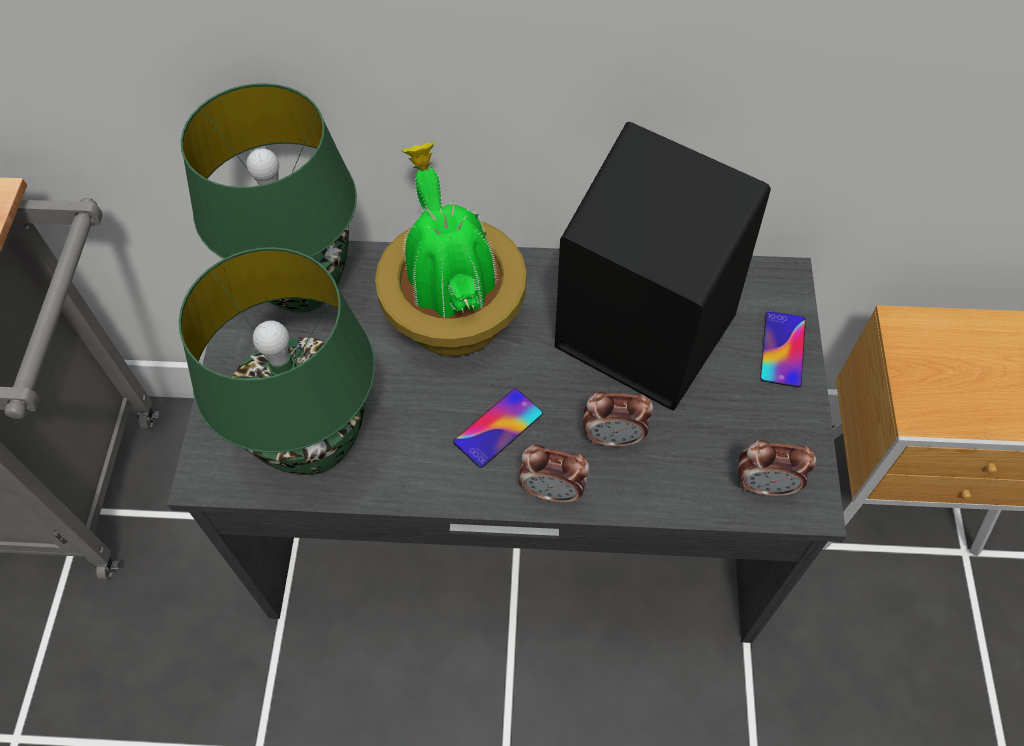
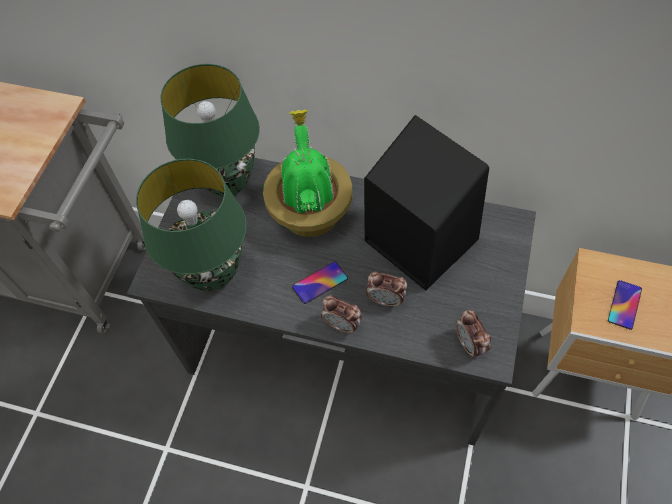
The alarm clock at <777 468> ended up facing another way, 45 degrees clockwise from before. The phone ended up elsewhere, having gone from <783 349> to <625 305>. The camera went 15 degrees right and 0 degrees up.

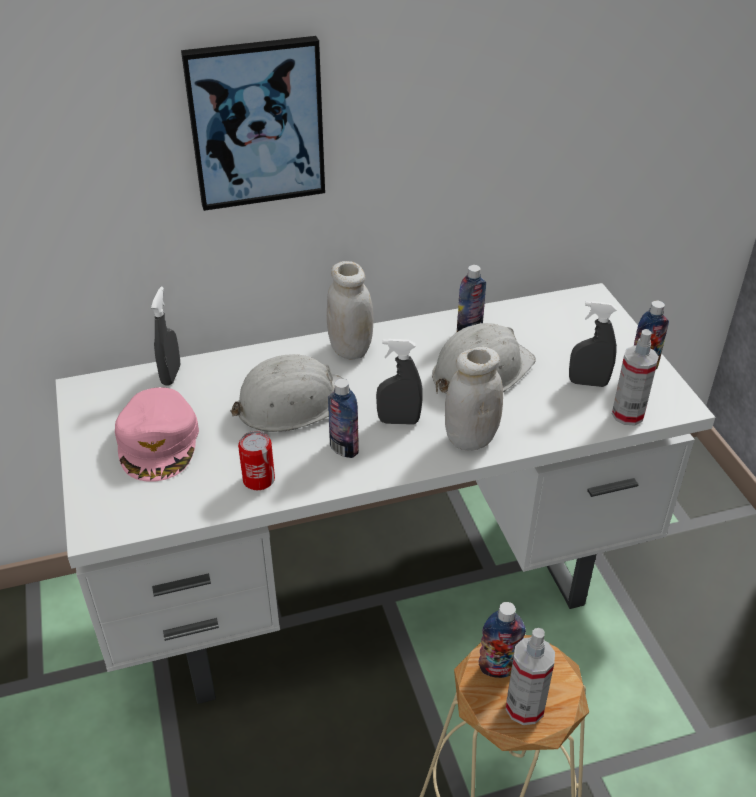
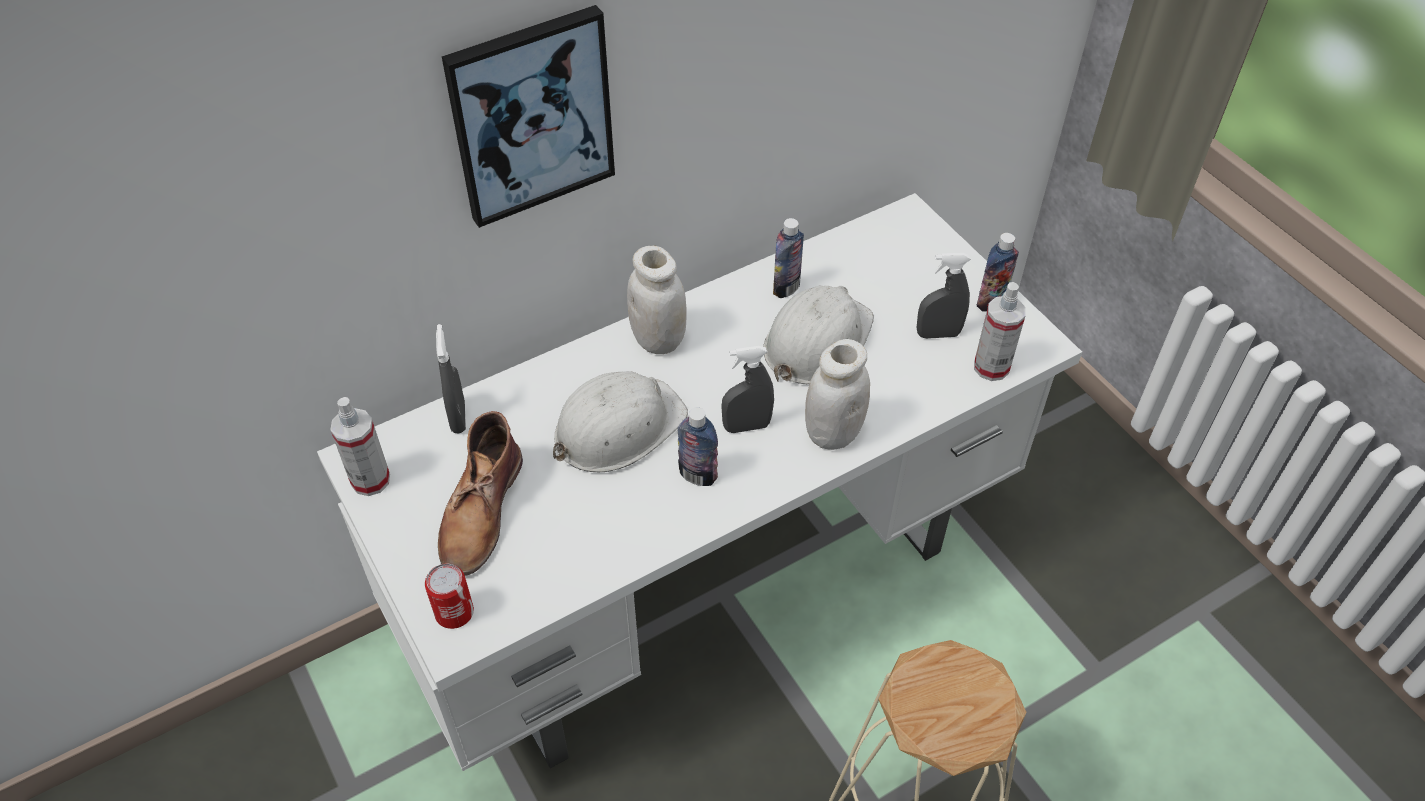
Where the pink cap stood at <157 434>, the brown boot came to stand at <480 493>. The can ended up elsewhere, having gone from <256 460> to <449 596>. The second view lost the bottle at <502 640>. The spray bottle ended up elsewhere, having gone from <530 676> to <360 446>. The camera went 15 degrees left and 10 degrees up.

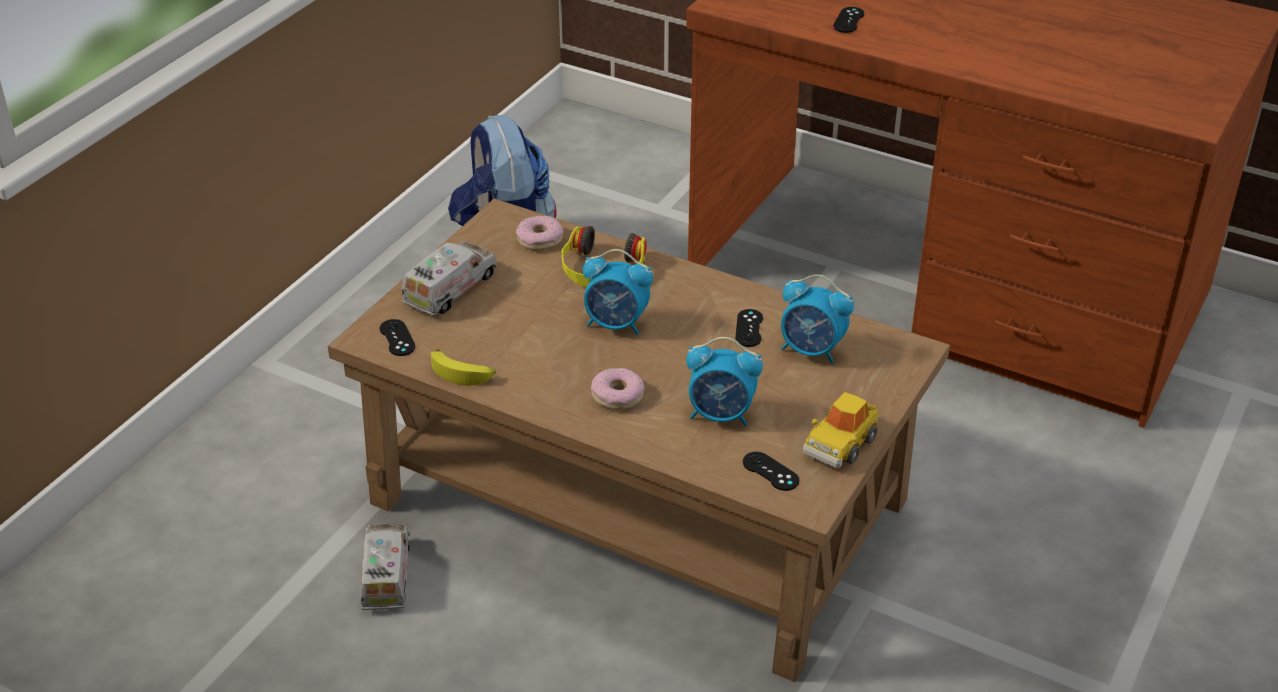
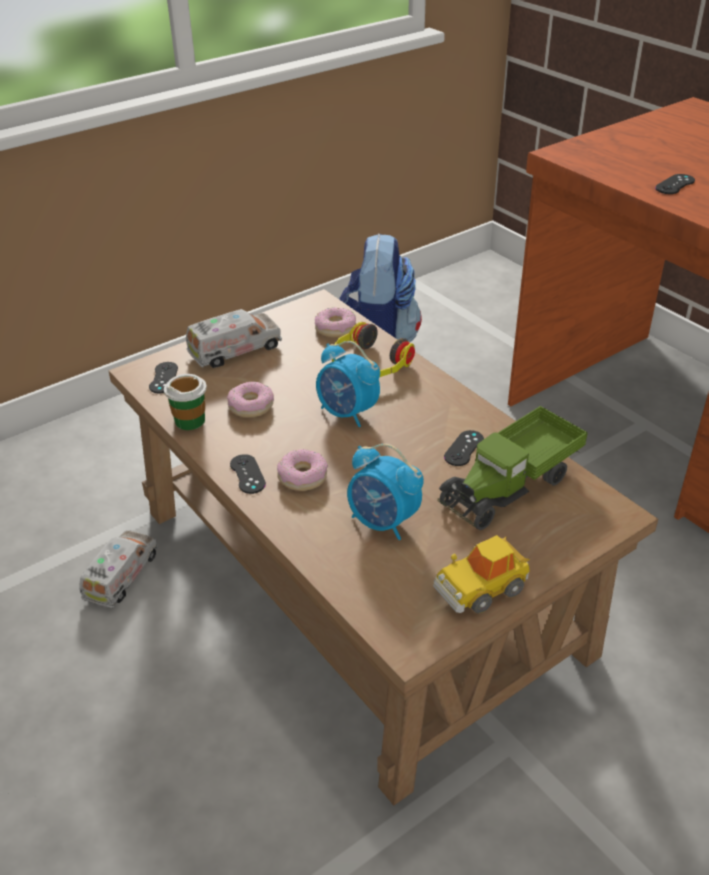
Where the banana stood at <463 367>, the cup came to stand at <185 402>. The black game controller ended up elsewhere, having gone from <771 471> to <248 474>. Where the alarm clock stood at <817 319>, the toy truck came to stand at <513 468>. The second view gained the donut at <250 399>. The camera went 25 degrees right and 0 degrees up.

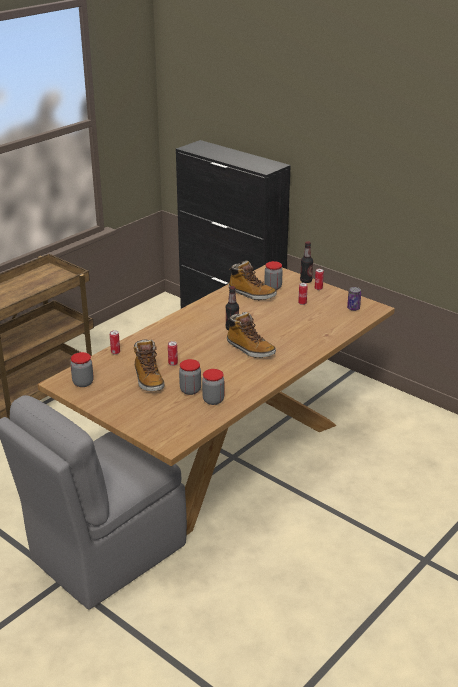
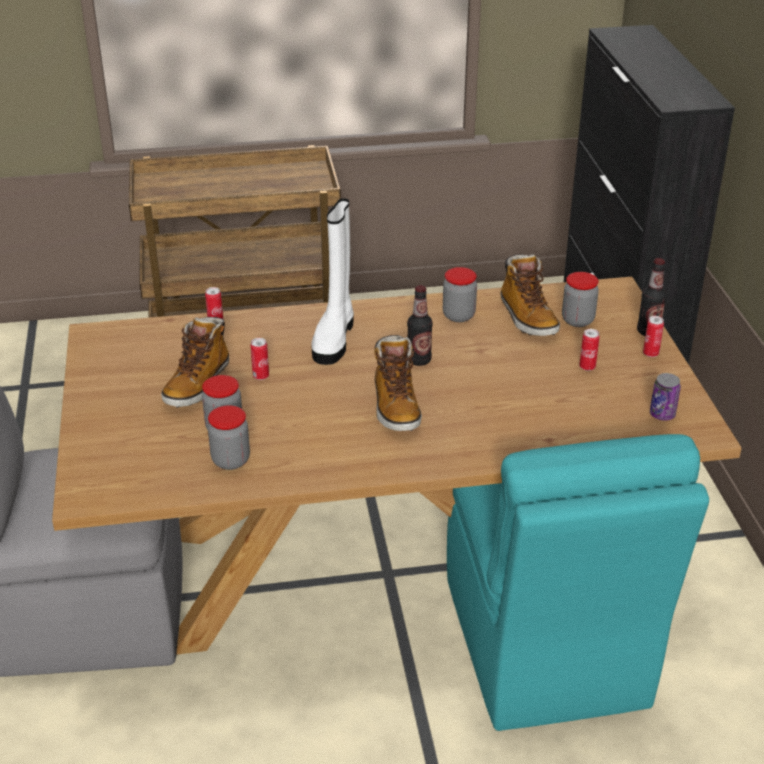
The jar ended up elsewhere, having gone from <82 369> to <460 294>. The second view gained the white boot at <332 281>. The second view gained the turquoise chair at <578 582>. The camera went 40 degrees right and 5 degrees up.

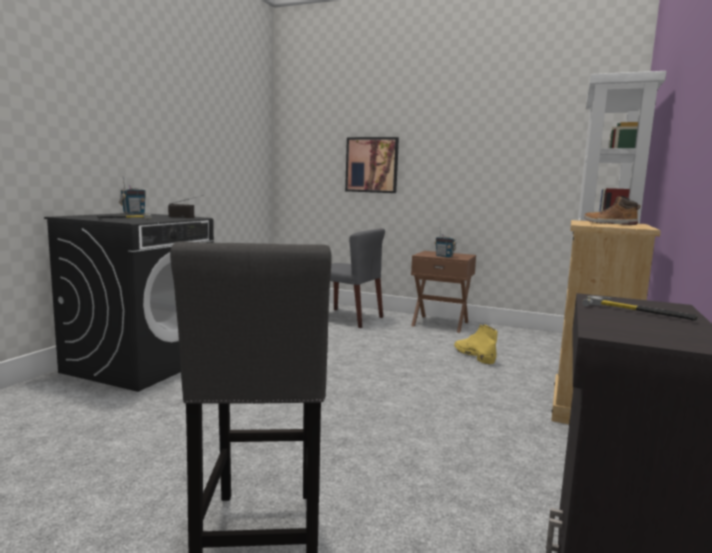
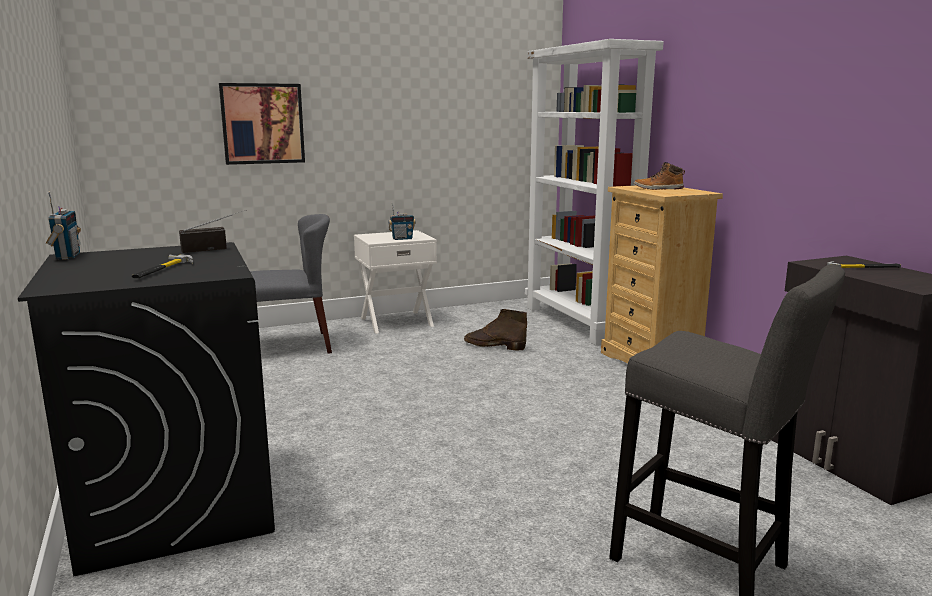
What was the brown nightstand at <443 292> turned into the white nightstand at <395 282>. What was the yellow boot at <476 344> turned into the brown boot at <495 329>. The camera went 45 degrees left and 5 degrees up.

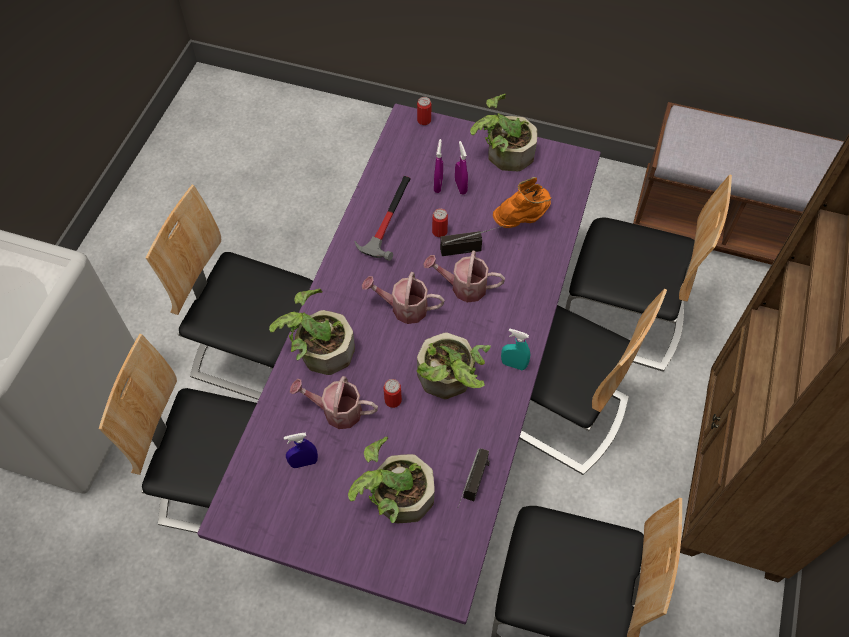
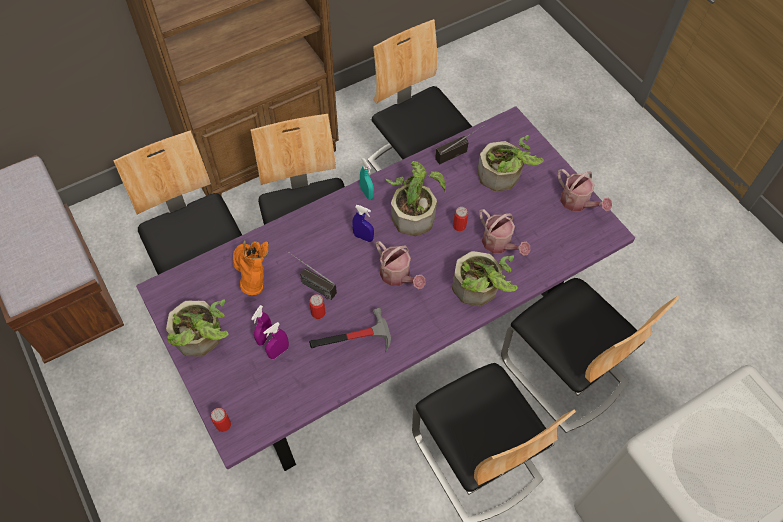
The blue spray bottle ended up elsewhere, having gone from <301 450> to <363 223>. The watering can ended up elsewhere, having gone from <464 276> to <584 190>. The orange boot at <522 202> ended up facing another way, 75 degrees clockwise from before. The camera went 140 degrees left and 0 degrees up.

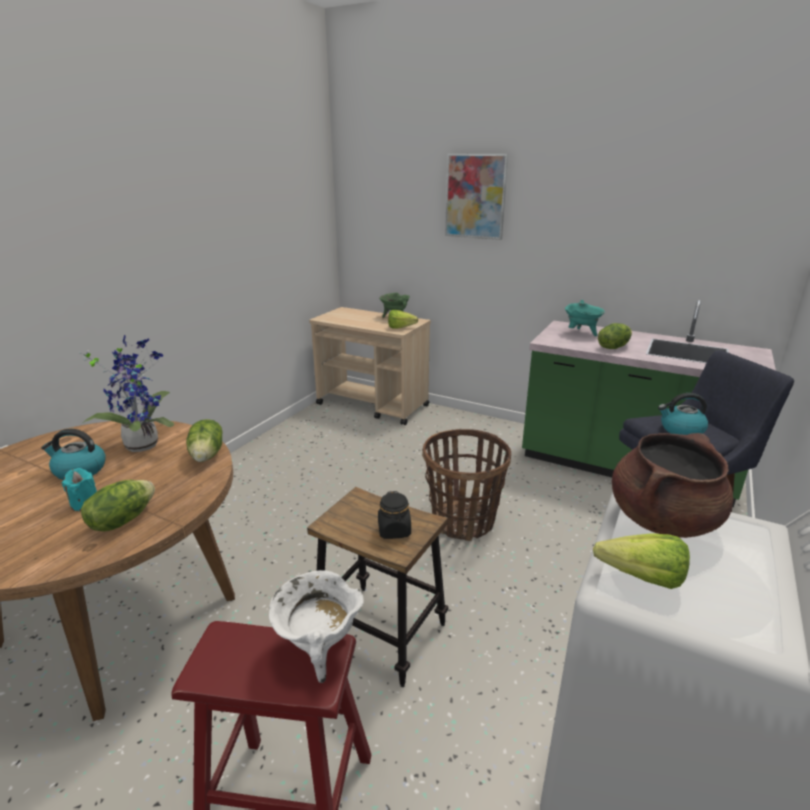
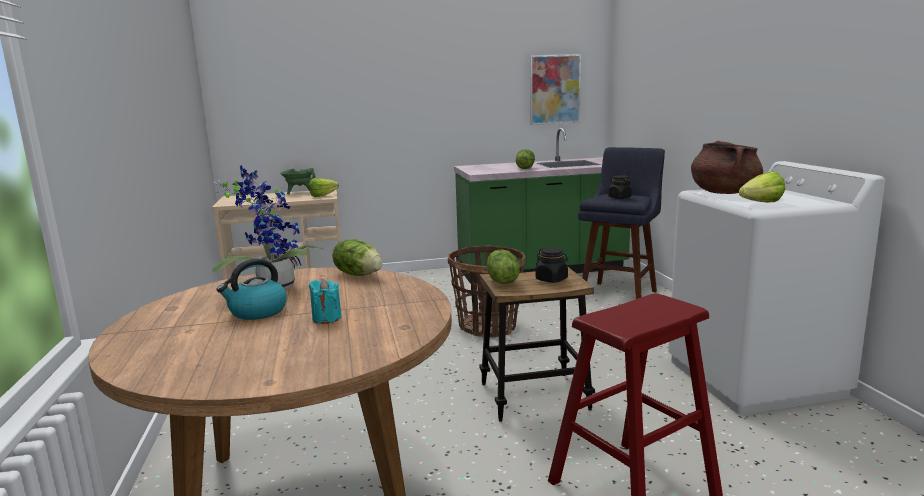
The lettuce ended up elsewhere, having gone from <118 506> to <503 266>. The second view lost the white cooking pot at <316 626>. The picture ended up elsewhere, having gone from <476 197> to <555 89>. The second view lost the turquoise cooking pot at <585 318>. Where the kettle stood at <683 414>, the black jar came to stand at <620 187>. The camera went 40 degrees left and 10 degrees down.

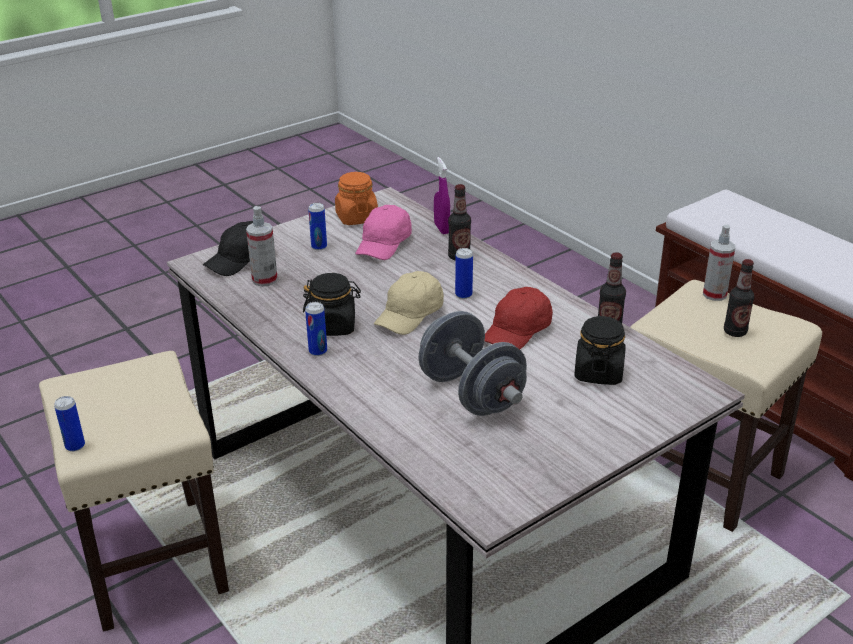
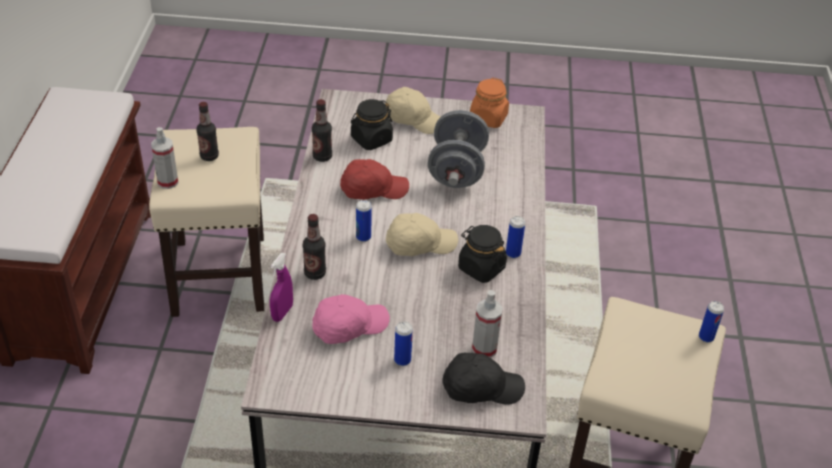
The orange jar ended up elsewhere, having gone from <356 198> to <489 102>. The second view gained the beige cap at <412 110>. The camera went 140 degrees left and 10 degrees up.

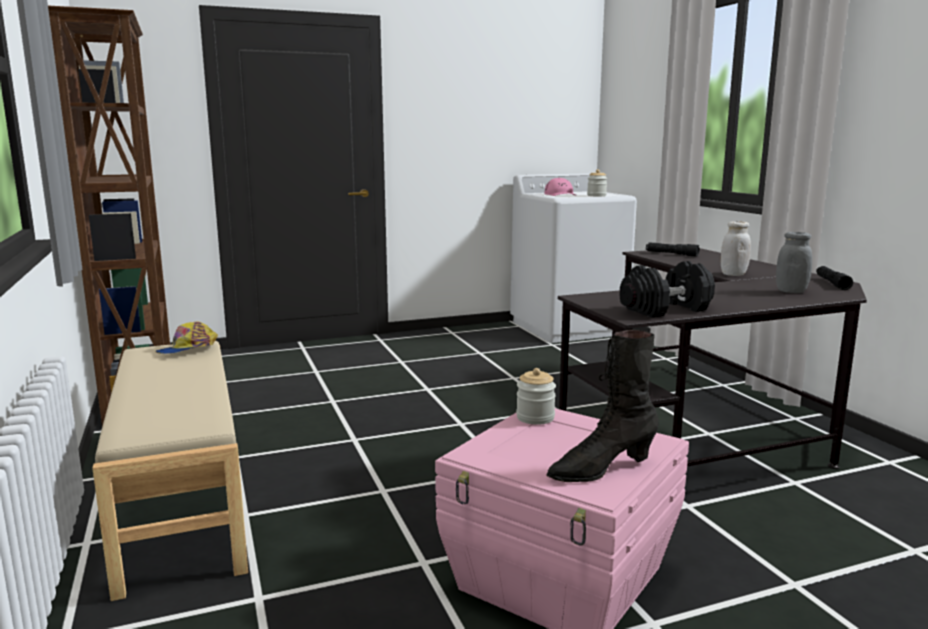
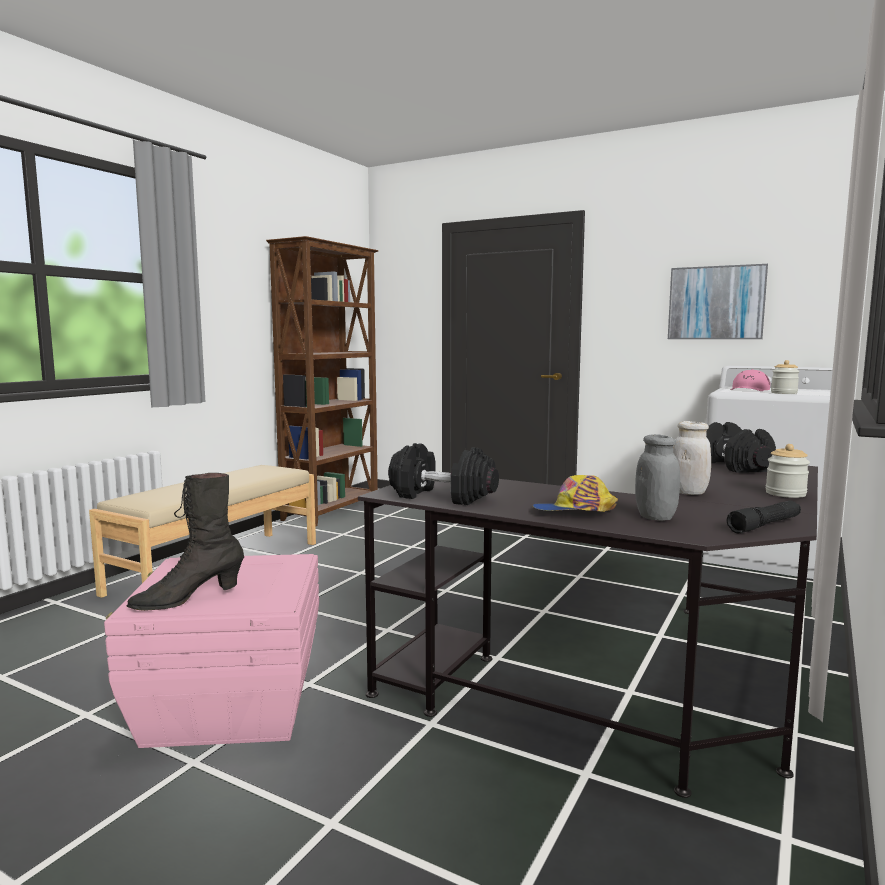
The cap ended up elsewhere, having gone from <186 337> to <575 493>. The jar ended up elsewhere, having gone from <536 396> to <787 471>. The black boot at <602 406> ended up facing another way, 60 degrees counterclockwise from before. Where the black flashlight stood at <673 249>, the black dumbbell came to stand at <741 447>. The second view gained the picture at <718 301>. The camera went 50 degrees right and 5 degrees down.

